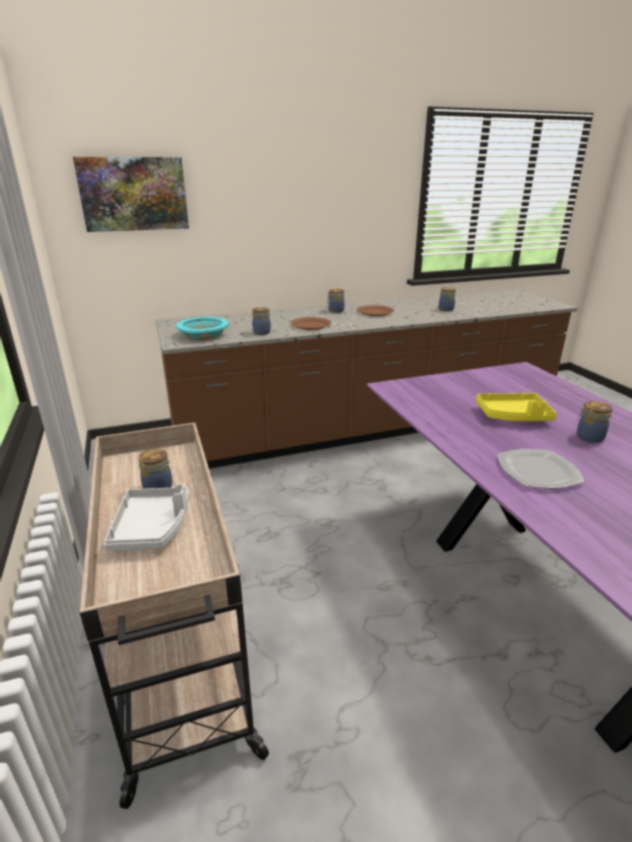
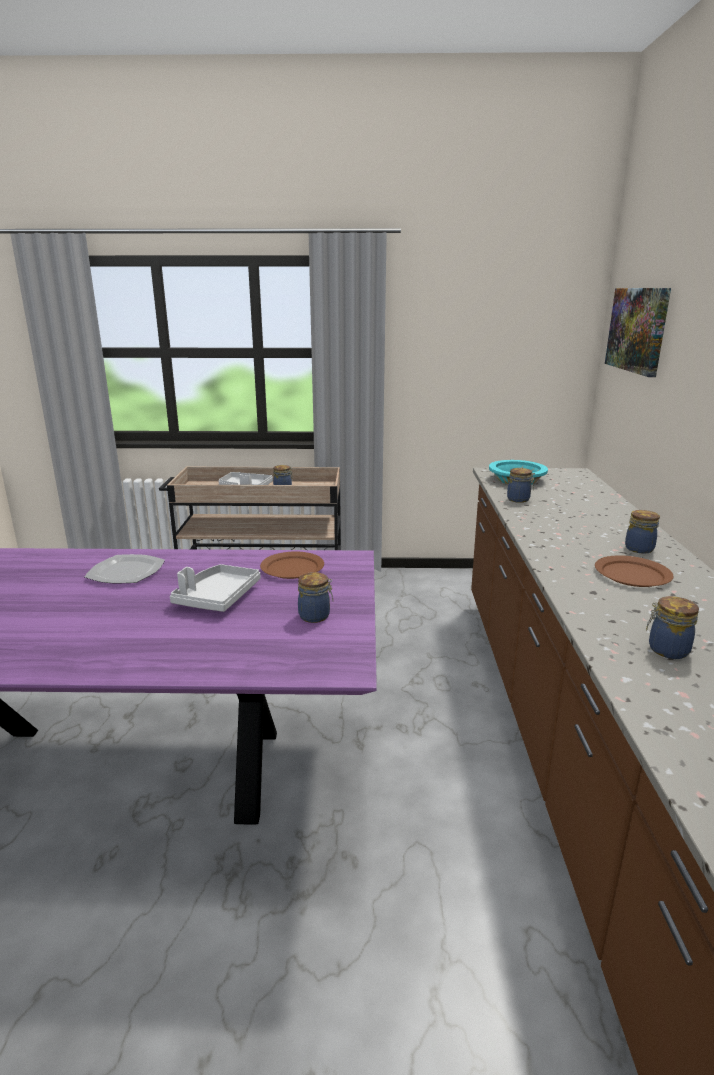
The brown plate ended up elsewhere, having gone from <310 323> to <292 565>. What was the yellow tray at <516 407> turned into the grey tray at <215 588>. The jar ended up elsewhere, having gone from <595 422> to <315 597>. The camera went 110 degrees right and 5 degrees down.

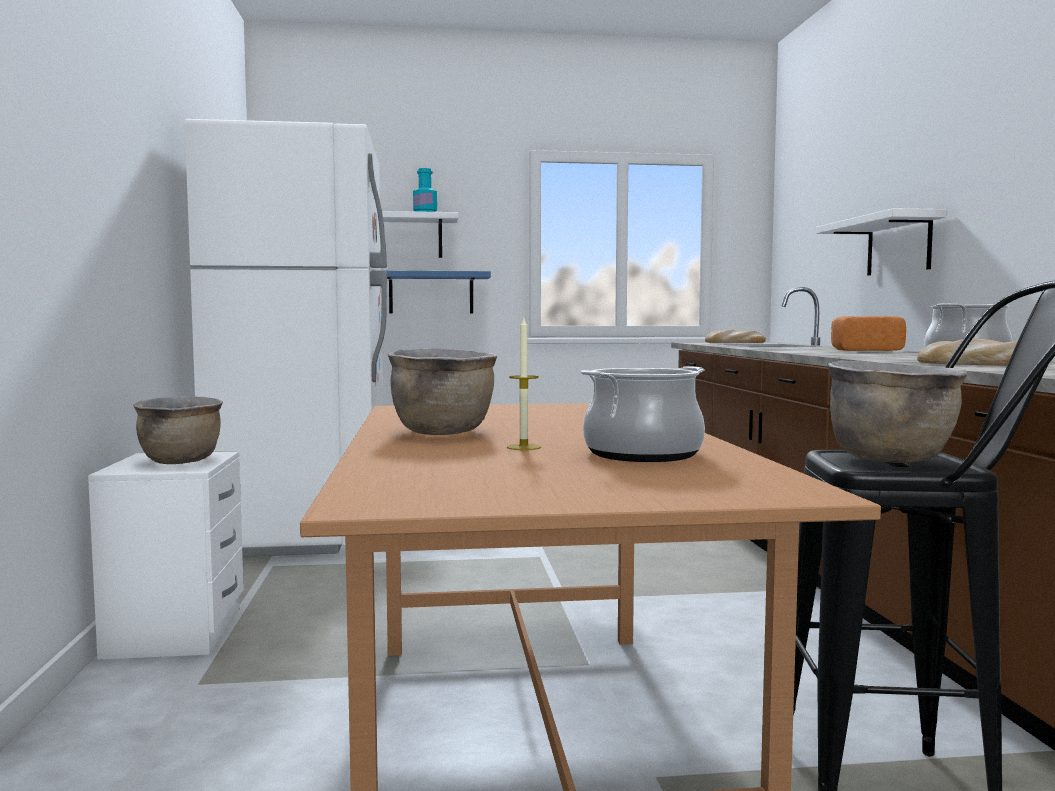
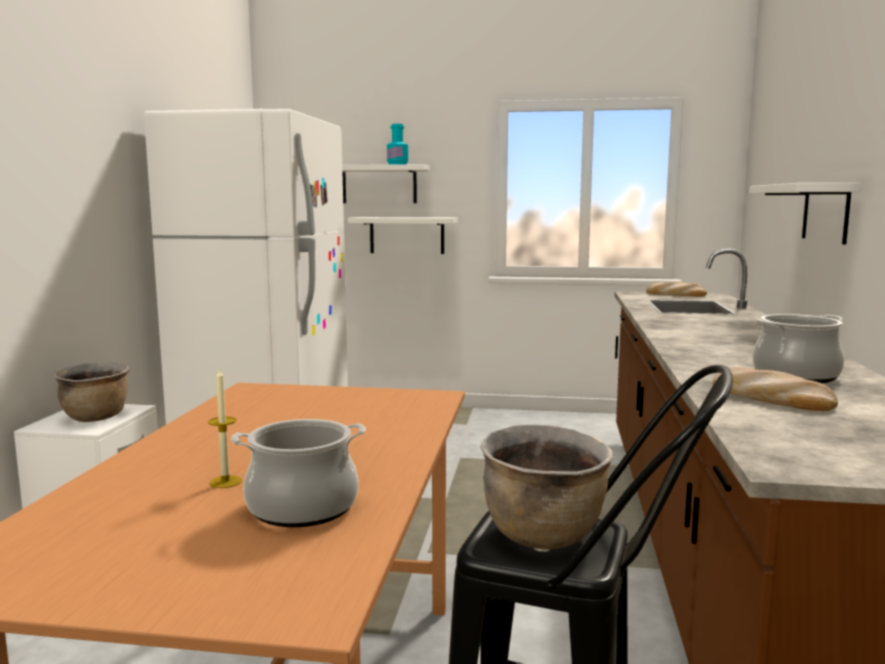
What was the blue shelf at <436 292> turned into the white shelf at <403 235>. The second view lost the brown cooking pot at <442 391>. The second view lost the bread at <868 333>. The camera went 15 degrees right and 5 degrees up.

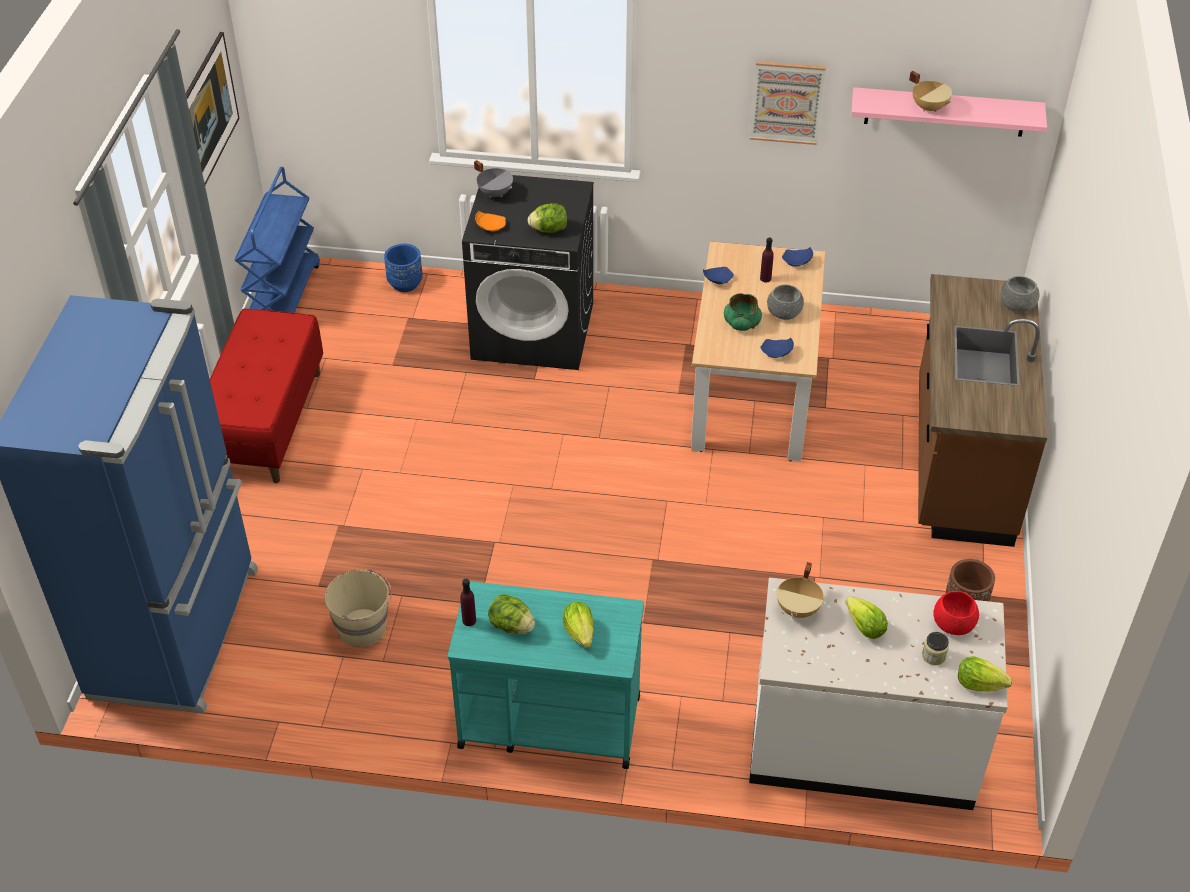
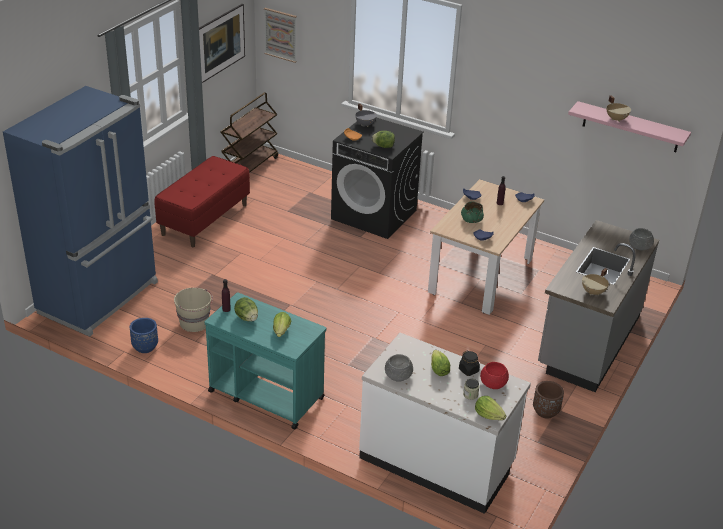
What was the blue cart at <277 240> turned into the brown cart at <249 132>. The blue planter ended up elsewhere, having gone from <403 268> to <144 335>. The picture ended up elsewhere, having gone from <788 103> to <280 35>. The grey bowl ended up elsewhere, having gone from <785 302> to <399 367>. The beige cooking pot ended up elsewhere, having gone from <800 590> to <595 281>. What was the brown counter at <982 410> turned into the grey counter at <598 306>. The second view gained the black jar at <469 363>. The camera went 20 degrees right and 10 degrees down.

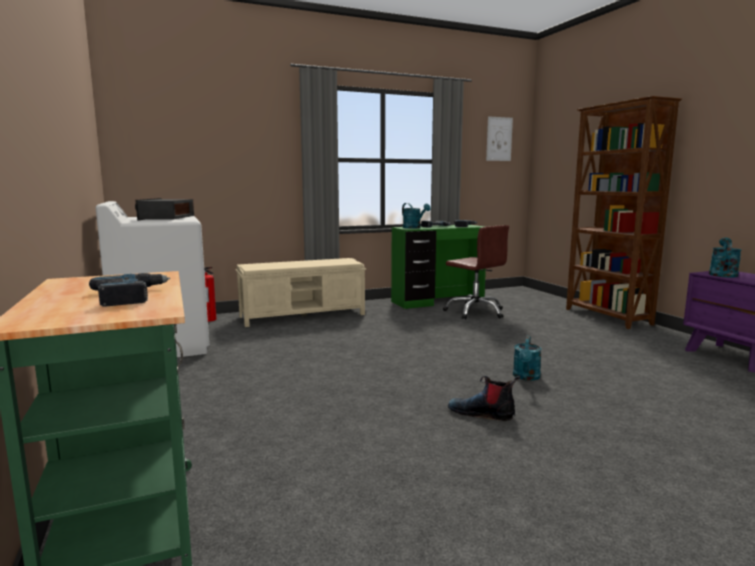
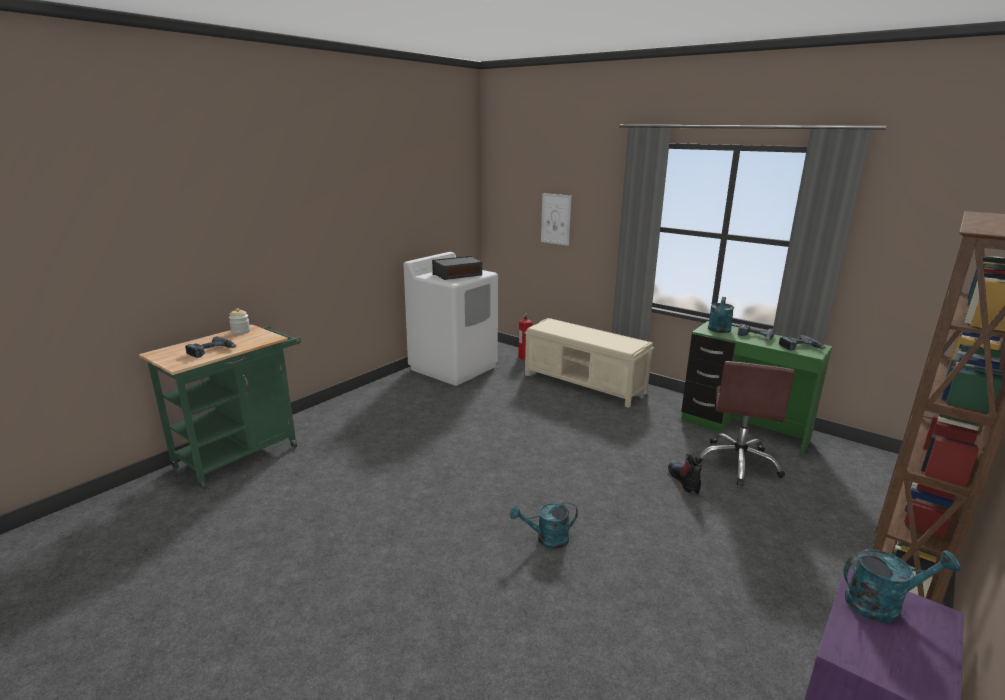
The boot ended up elsewhere, having gone from <484 398> to <685 474>. The picture ended up elsewhere, having gone from <499 138> to <556 219>. The second view gained the jar at <239 321>. The camera went 60 degrees right and 10 degrees up.

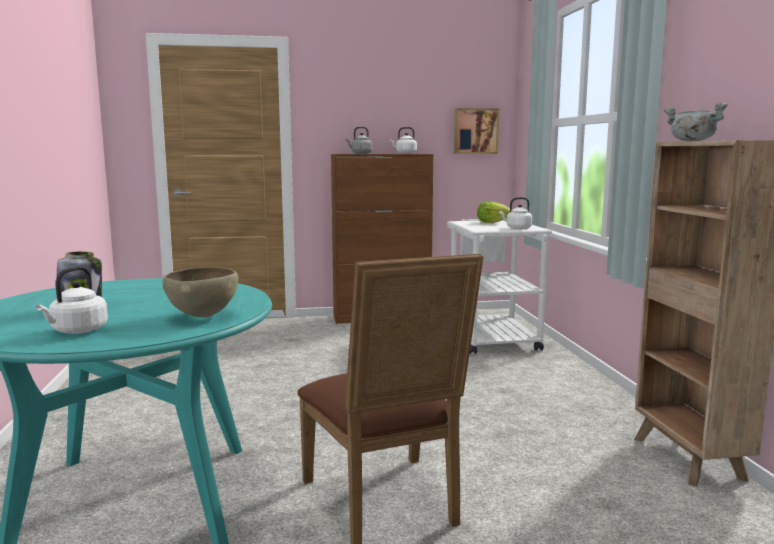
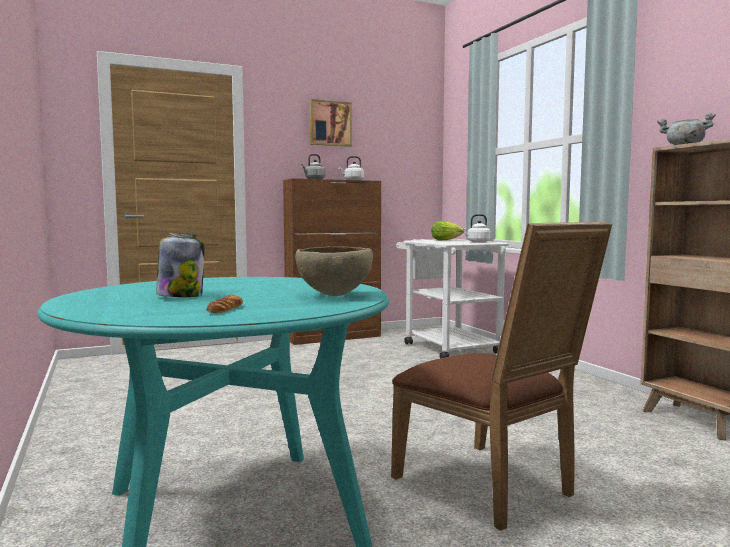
Where the white kettle stood at <72 300>, the bread came to stand at <224 304>. The picture ended up elsewhere, having gone from <476 131> to <330 123>. The camera went 15 degrees left and 5 degrees down.

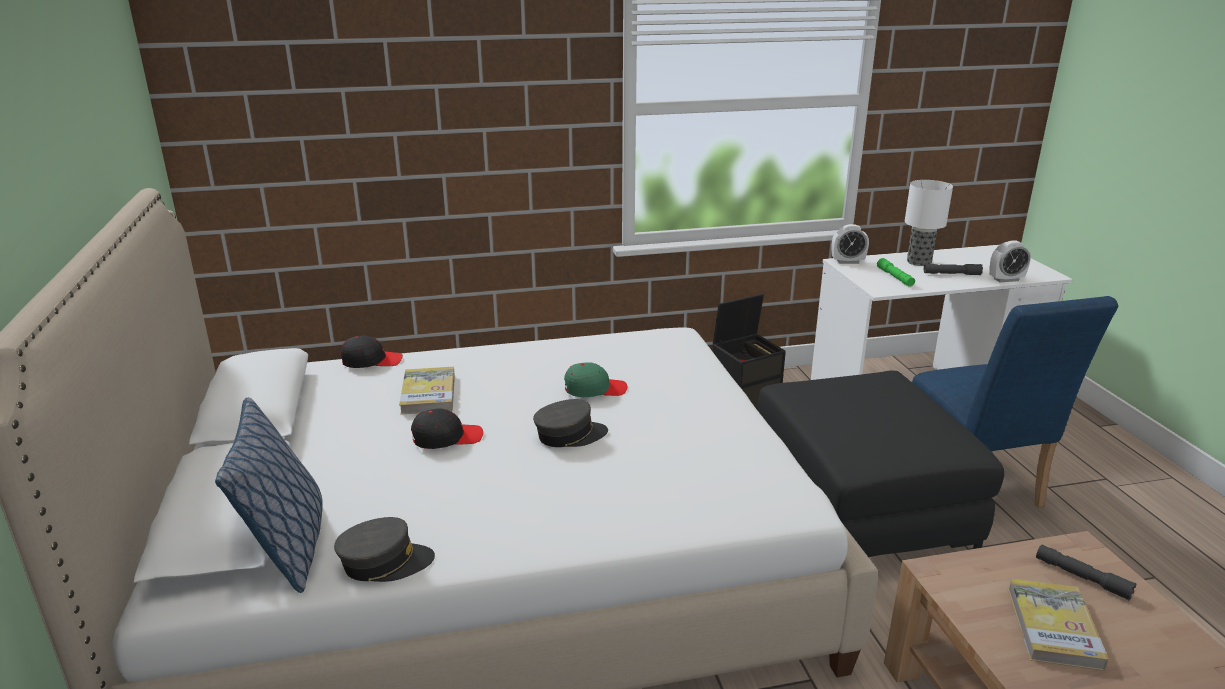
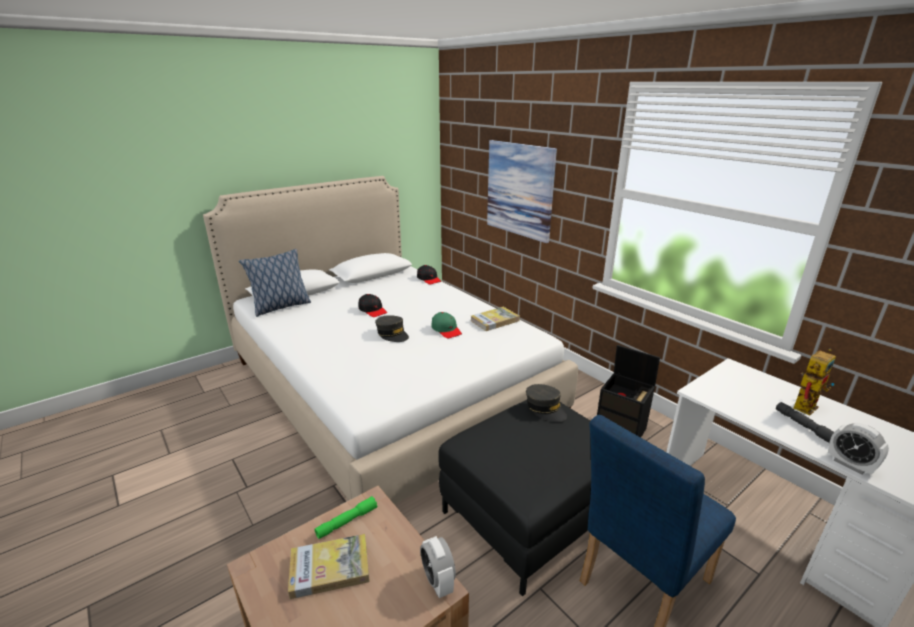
The grey cap ended up elsewhere, having gone from <384 549> to <546 403>. The book ended up elsewhere, having gone from <427 391> to <495 319>. The alarm clock ended up elsewhere, having gone from <850 244> to <438 567>. The green flashlight ended up elsewhere, having gone from <896 272> to <346 517>. Where the table lamp stood at <929 223>, the toy robot came to stand at <814 382>. The second view lost the grey flashlight at <1086 573>. The second view gained the picture at <522 191>. The camera went 65 degrees right and 0 degrees up.

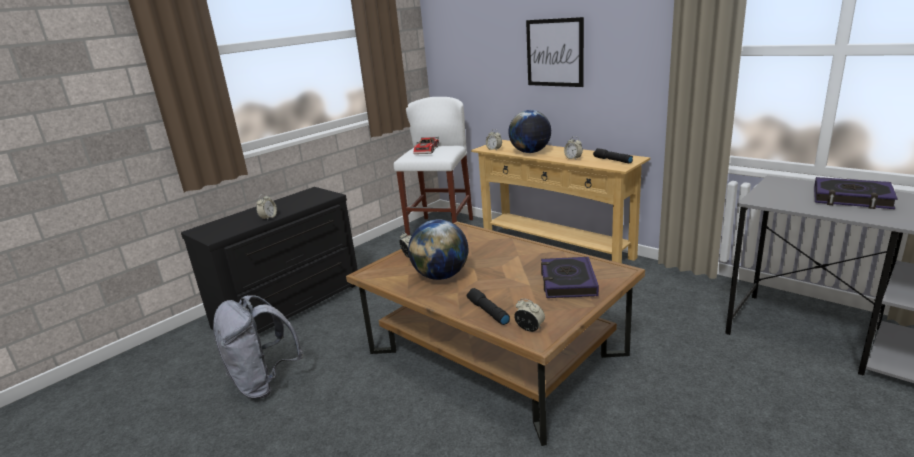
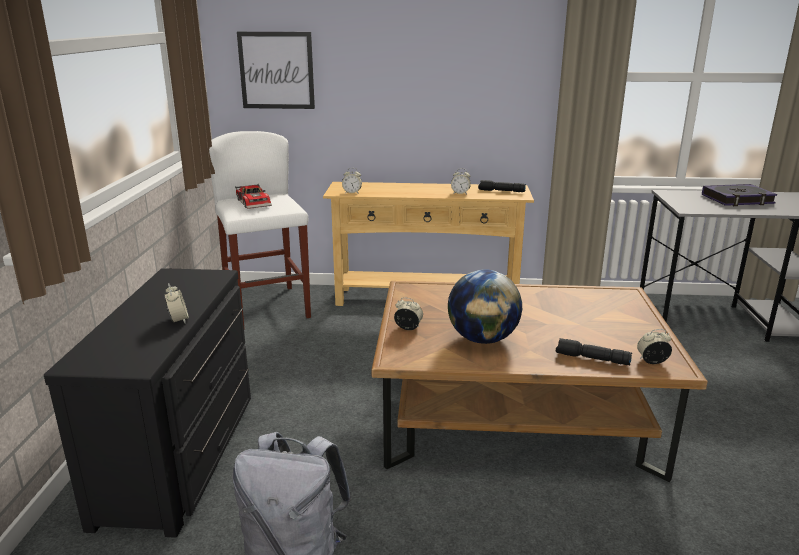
The second view lost the globe at <529 131>. The picture ended up elsewhere, having gone from <555 52> to <276 70>. The second view lost the book at <570 277>. The camera went 40 degrees left and 0 degrees up.

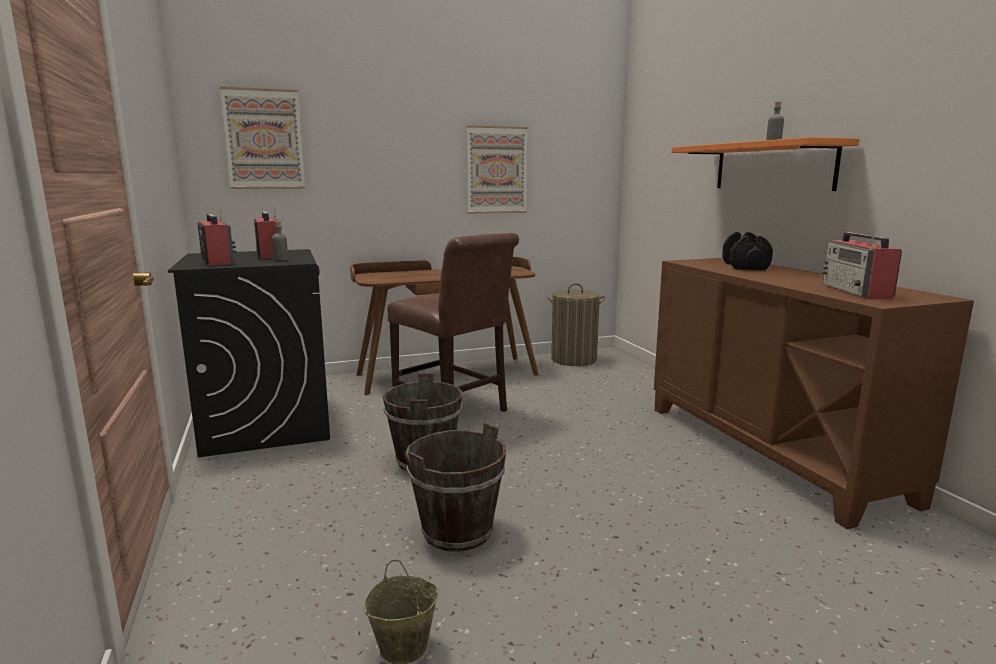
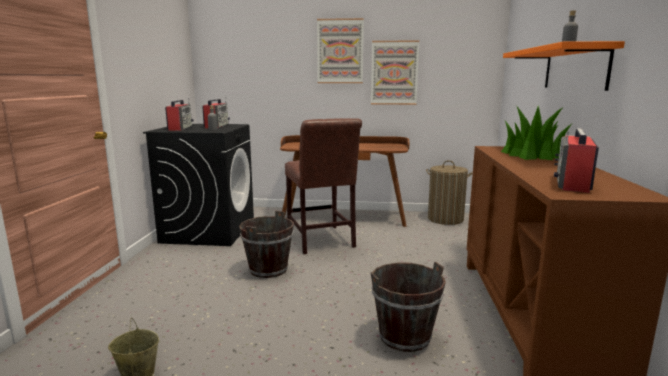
The picture ended up elsewhere, having gone from <262 138> to <340 50>. The brown bucket ended up elsewhere, having gone from <455 487> to <408 307>. Where the black dumbbell stood at <747 251>, the potted plant came to stand at <536 133>. The camera went 25 degrees right and 0 degrees up.

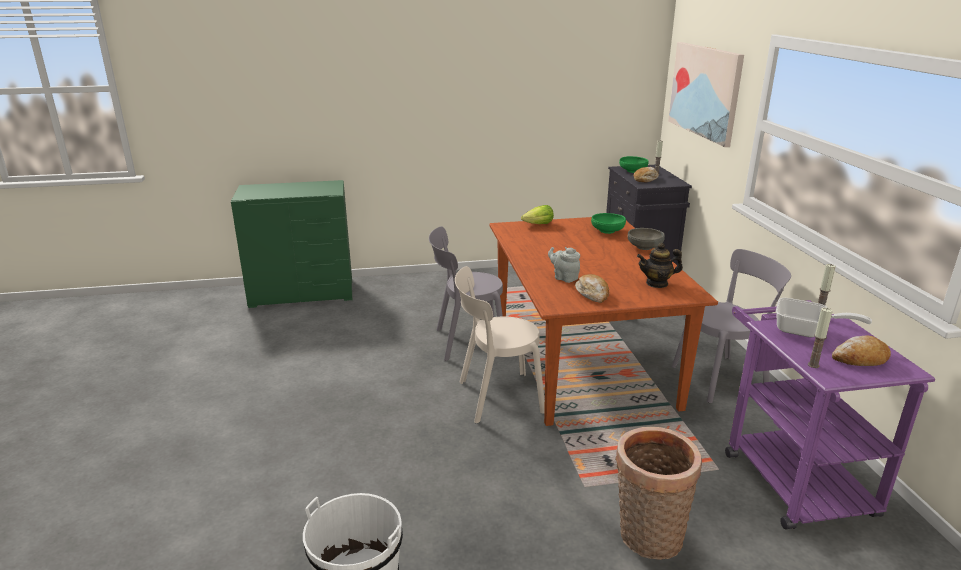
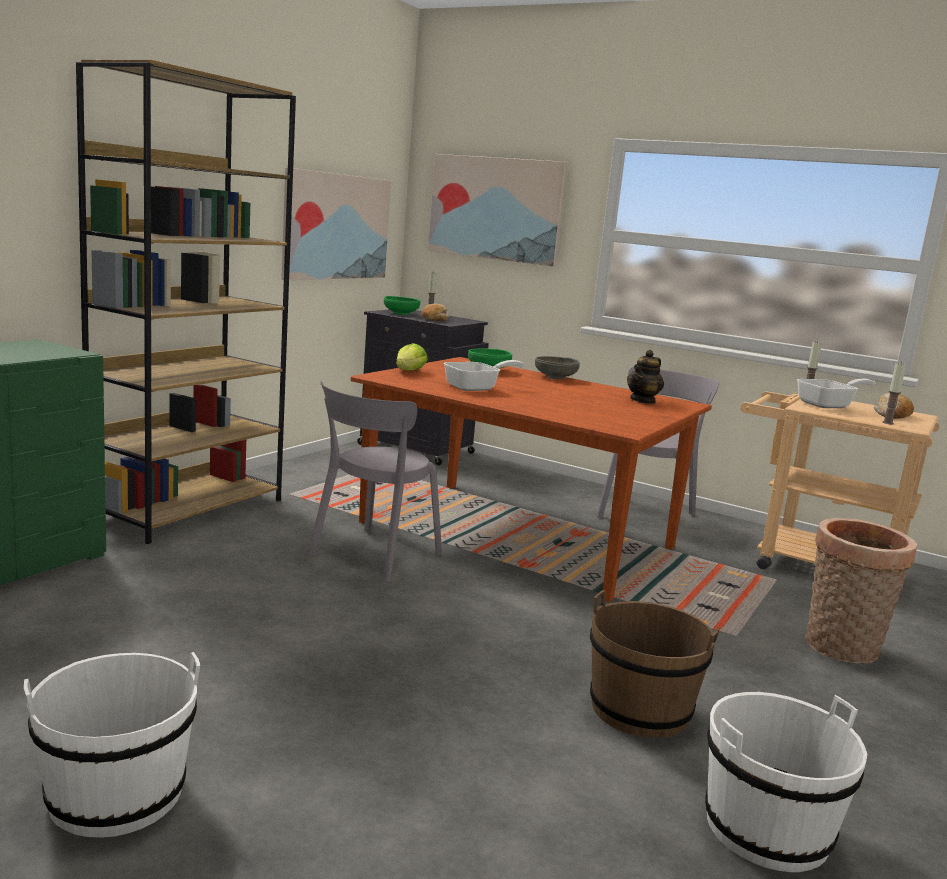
The second view lost the beige chair at <500 344>. The second view lost the grey teapot at <564 265>. The second view lost the bread at <592 288>. What was the purple cart at <830 415> turned into the beige cart at <840 480>. The second view gained the white bucket at <112 745>. The second view gained the brown bookcase at <186 301>. The second view gained the picture at <336 223>. The second view gained the frying pan at <484 375>. The second view gained the brown bucket at <655 664>. The camera went 50 degrees left and 10 degrees down.

